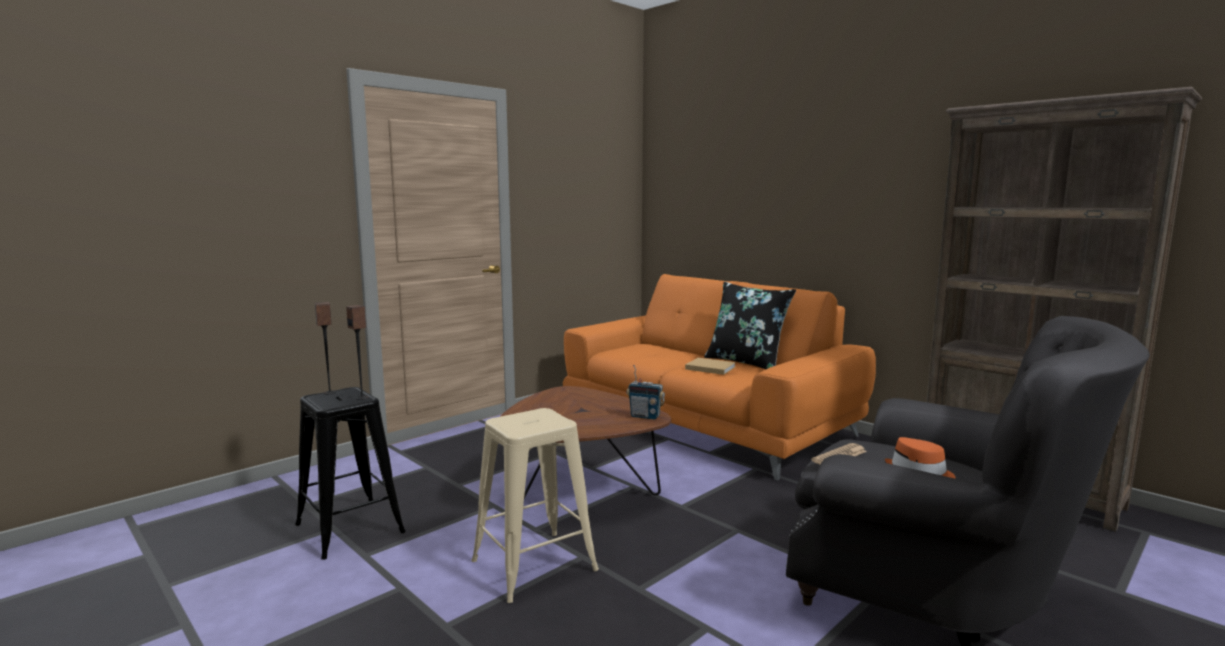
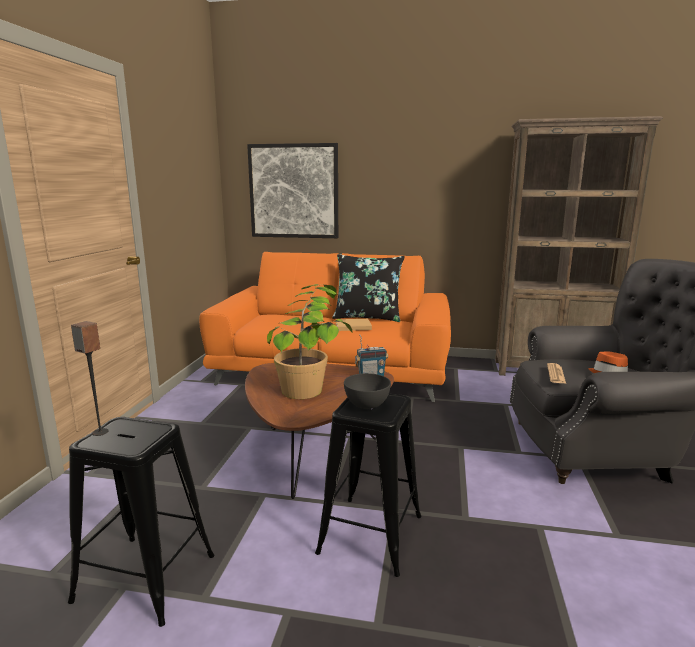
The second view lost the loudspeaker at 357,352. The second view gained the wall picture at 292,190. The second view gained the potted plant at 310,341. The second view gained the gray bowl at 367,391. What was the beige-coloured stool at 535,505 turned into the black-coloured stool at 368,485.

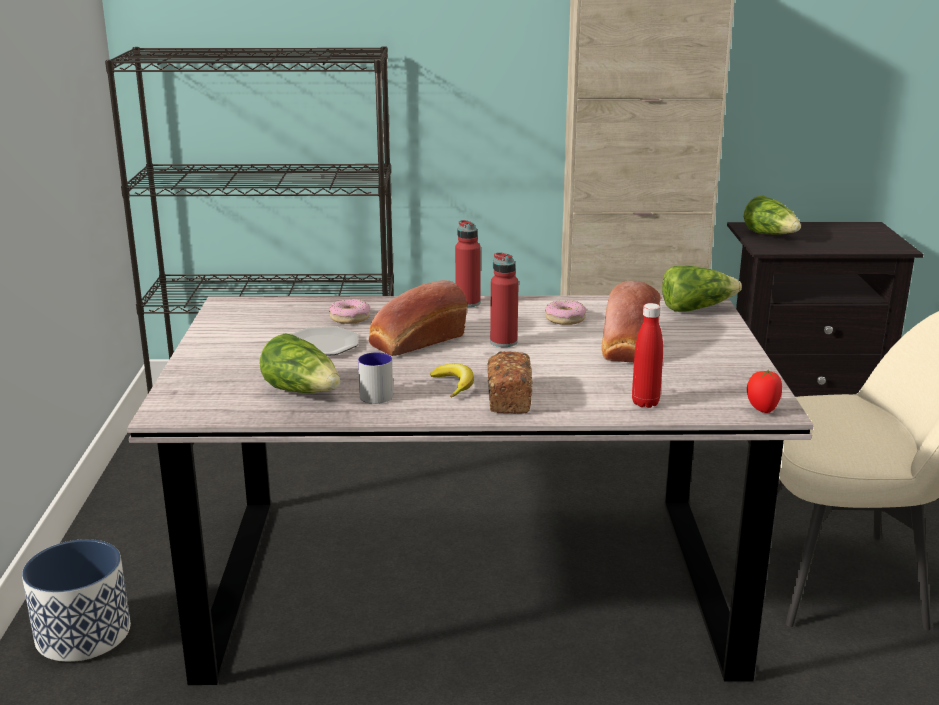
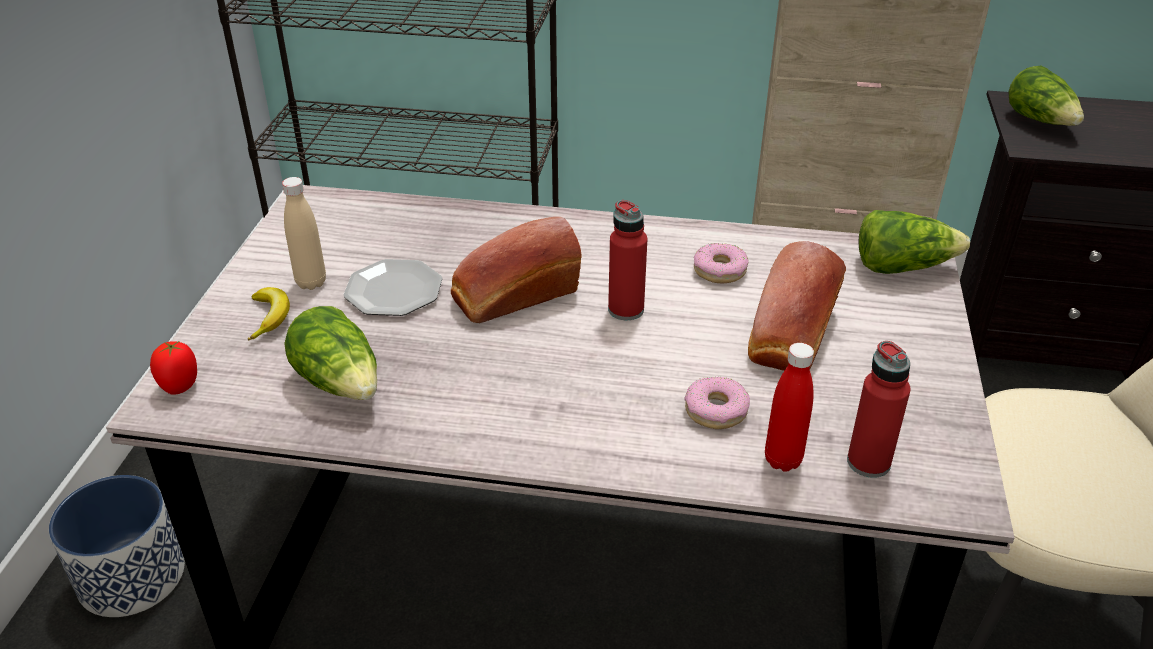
The second view lost the mug at 375,378. The second view lost the bakery bread at 509,382. The second view gained the beige-coloured bottle at 304,233. The donut ended up elsewhere, having gone from 349,311 to 717,403. The banana ended up elsewhere, having gone from 452,381 to 269,313. The red bottle ended up elsewhere, having gone from 468,263 to 879,409. The tomato ended up elsewhere, having gone from 764,391 to 173,367.

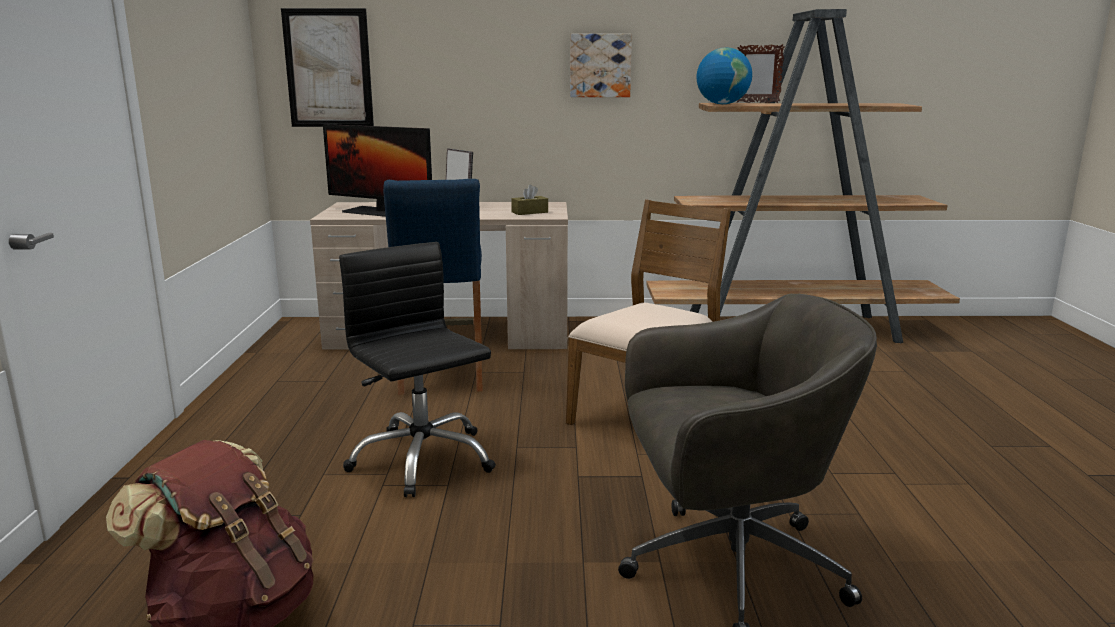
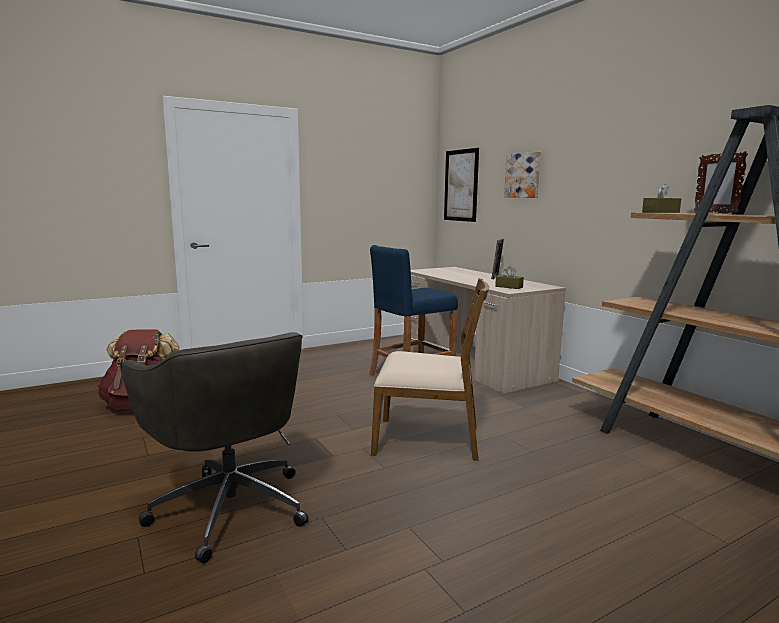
The second view lost the computer display at 377,170. The second view lost the black-coloured computer chair at 417,369. The wall picture ended up elsewhere, having gone from 601,65 to 522,175. Where the globe stood at 724,75, the brown box of tissues came to stand at 661,198.

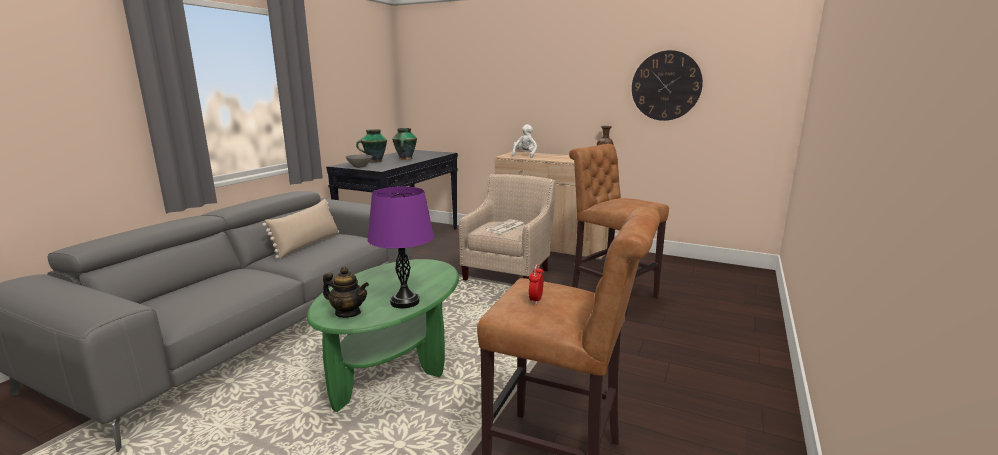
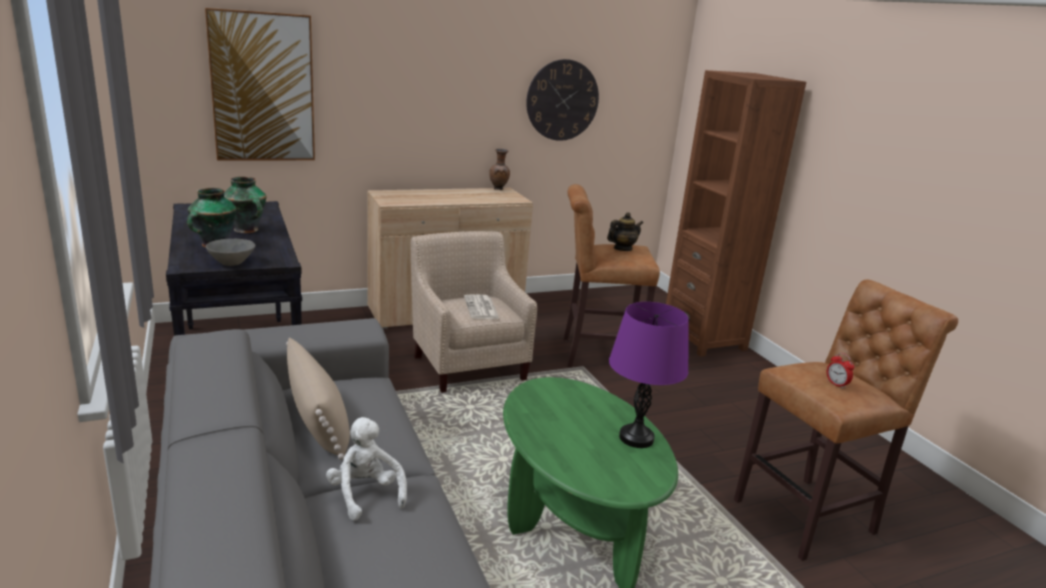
The second view gained the wall picture at 260,84. The second view gained the brown shelving unit at 736,213. The pot for tea ended up elsewhere, having gone from 346,292 to 625,231. The white-coloured cuddly toy ended up elsewhere, having gone from 524,141 to 366,469.

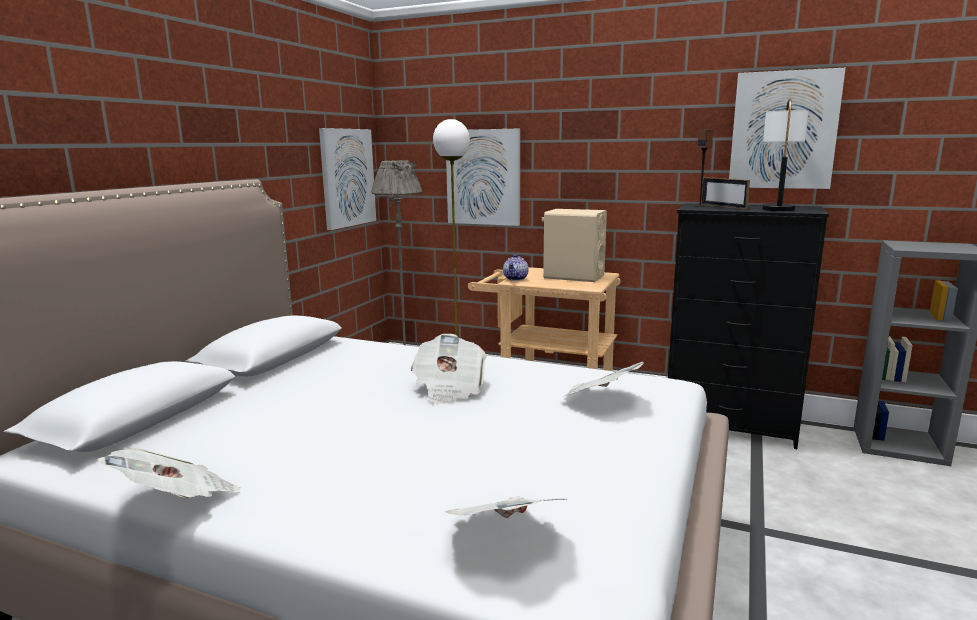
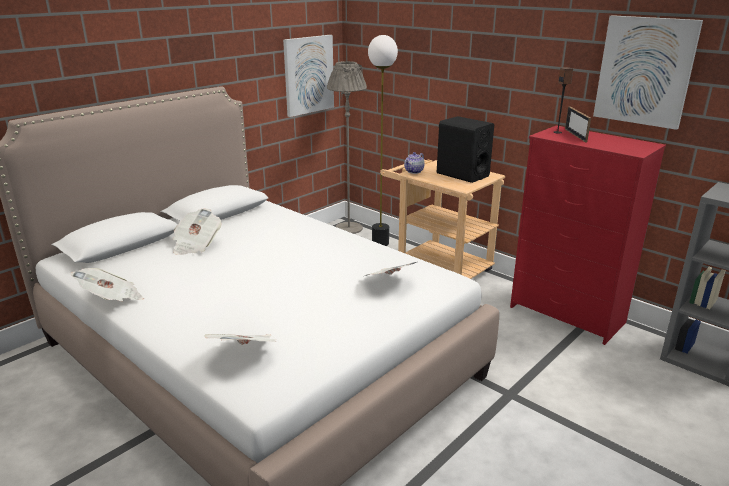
The second view lost the wall picture at 483,177. The second view lost the lamp for a table at 785,155. The printed paper ended up elsewhere, having gone from 449,369 to 197,232. What was the beige-coloured loudspeaker at 574,245 turned into the black-coloured loudspeaker at 465,149. What was the black-coloured chest of drawers at 748,326 turned into the red chest of drawers at 588,235.

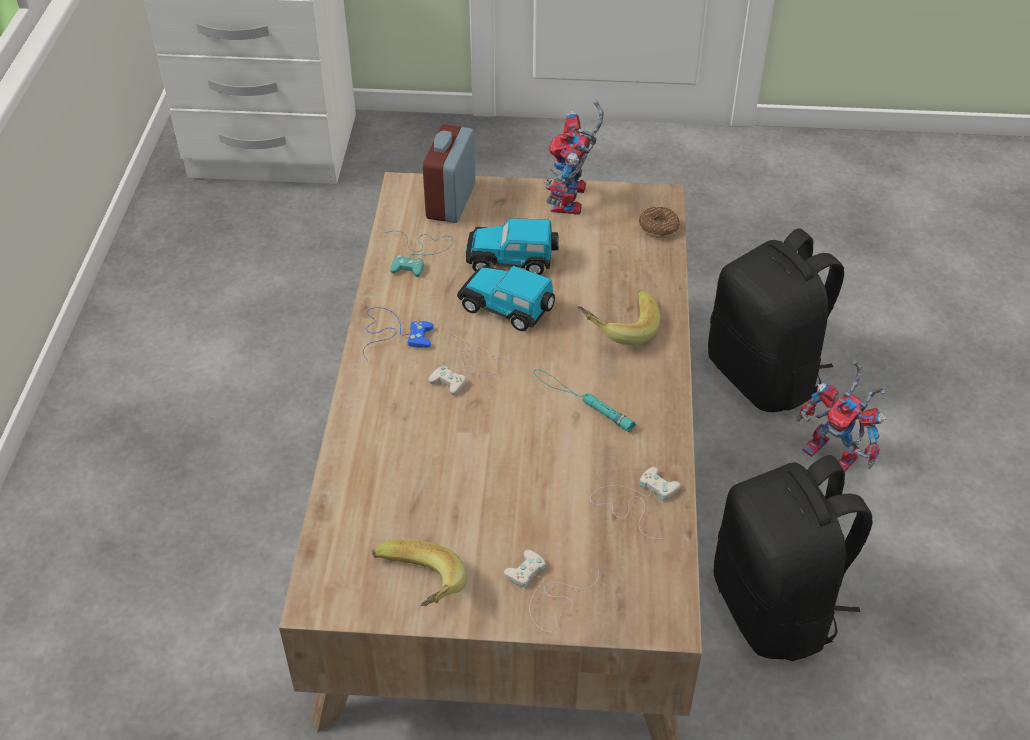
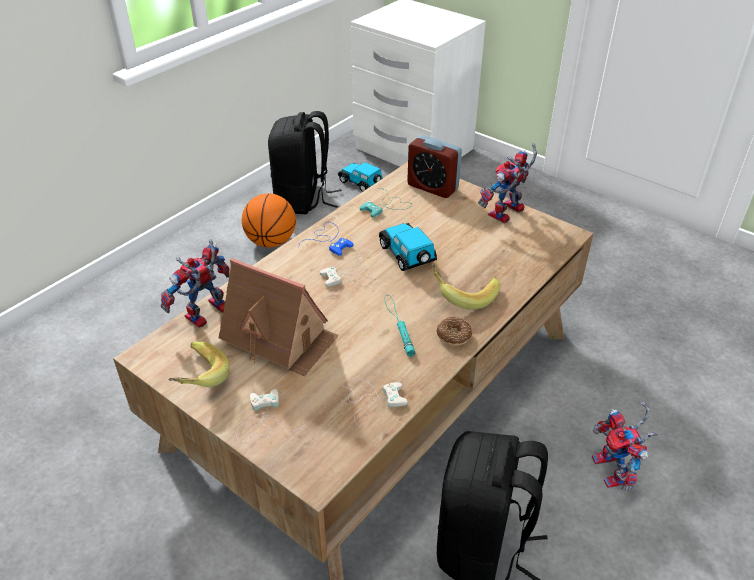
The second view gained the robot figure at 195,283. The second view gained the model house at 279,317. The second view gained the basketball at 269,220. The miniature car ended up elsewhere, having gone from 512,246 to 360,177. The donut ended up elsewhere, having gone from 659,222 to 454,331. The black-coloured rucksack ended up elsewhere, having gone from 776,320 to 305,162. The alarm clock at 449,173 ended up facing another way, 105 degrees counterclockwise from before.

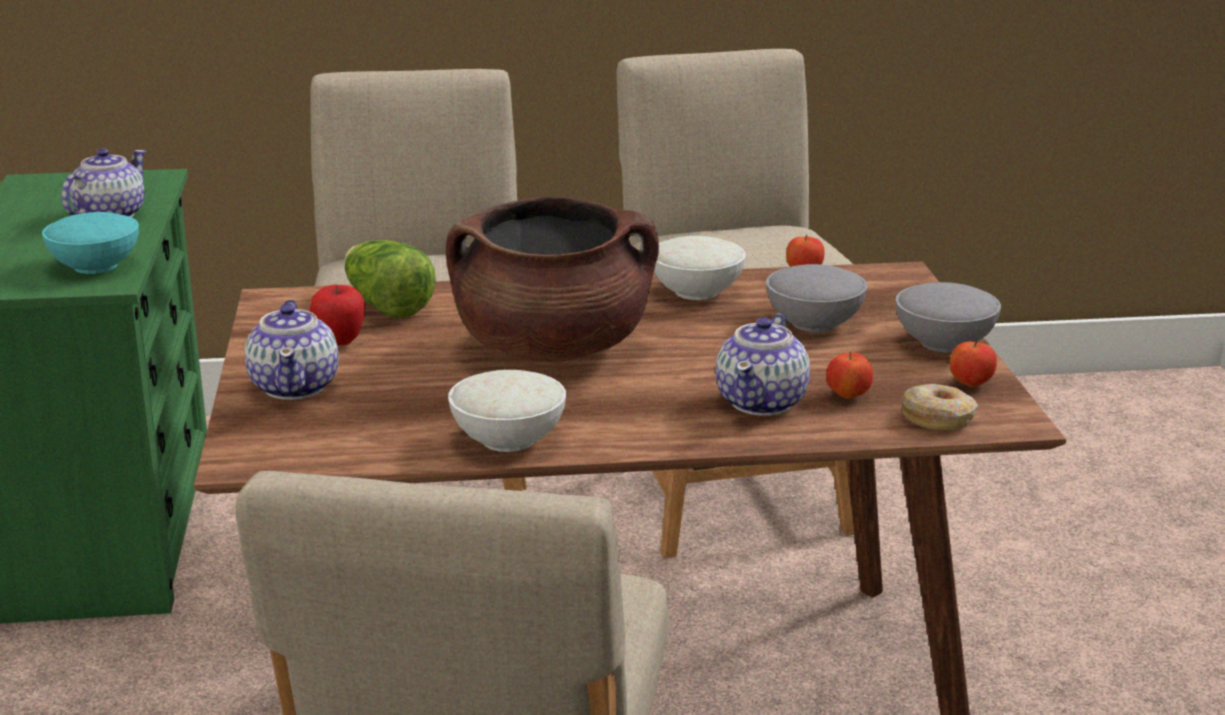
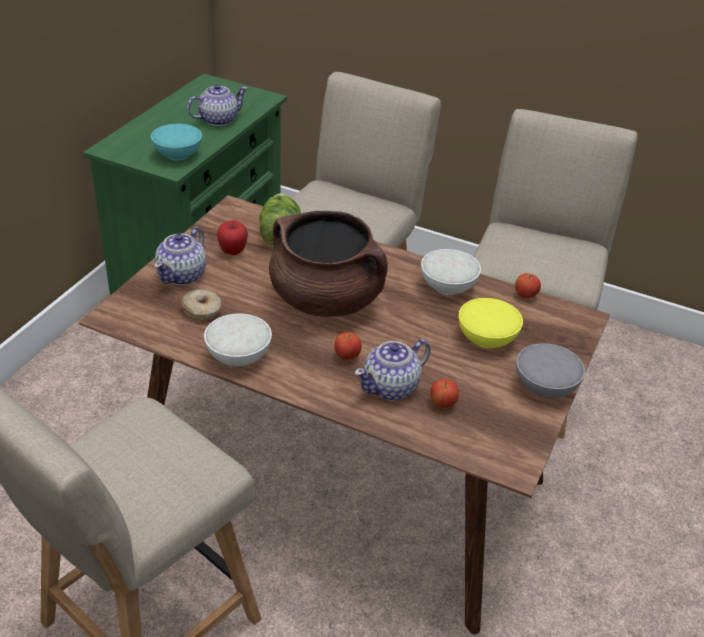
The donut ended up elsewhere, having gone from 940,407 to 201,304. The apple ended up elsewhere, having gone from 973,364 to 348,346. What was the gray bowl at 816,298 turned into the yellowish bowl at 491,323.

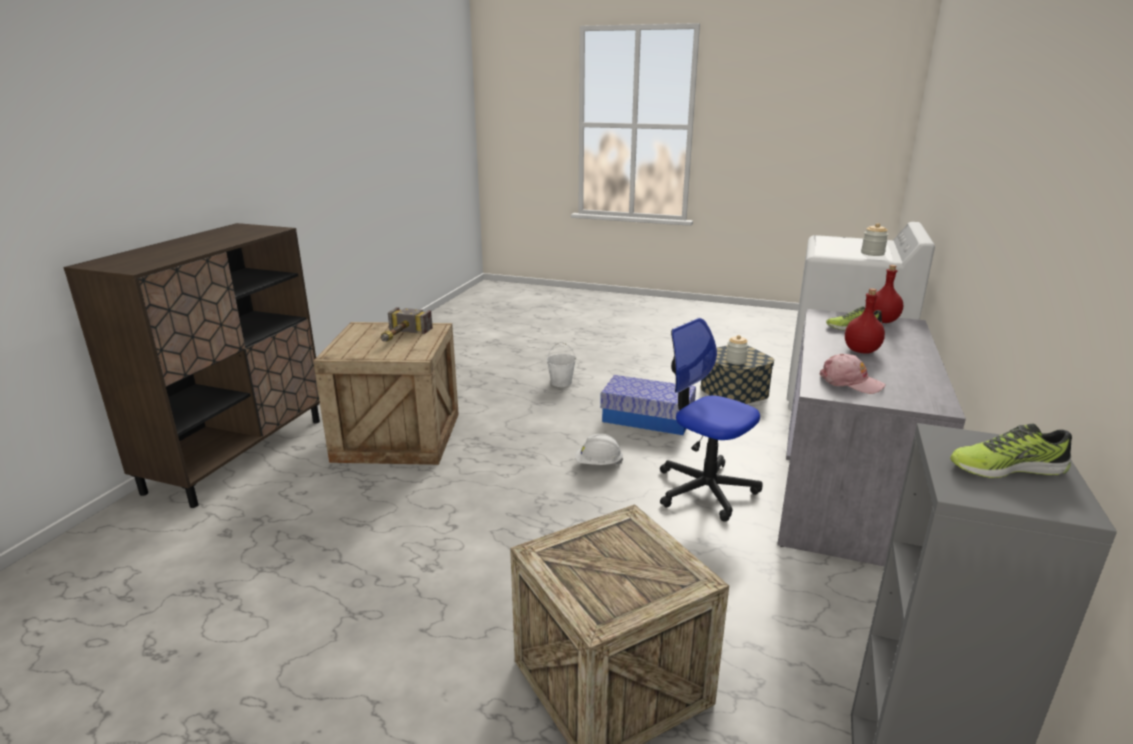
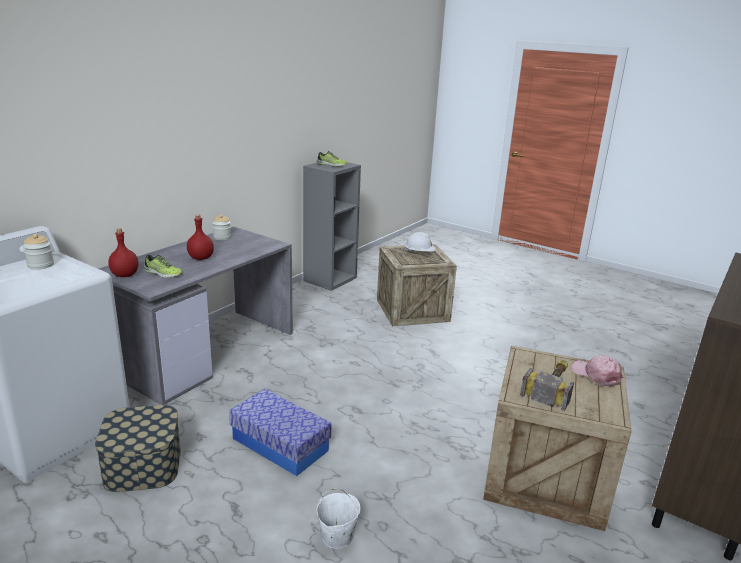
The second view lost the computer chair at 711,420. The white-coloured work helmet ended up elsewhere, having gone from 599,449 to 420,242. The preserve jar ended up elsewhere, having gone from 737,350 to 221,227. The pink cap ended up elsewhere, having gone from 853,374 to 597,371.

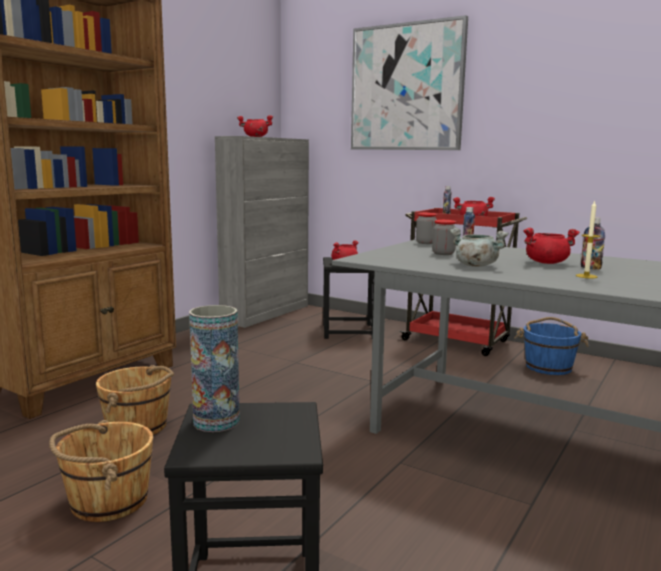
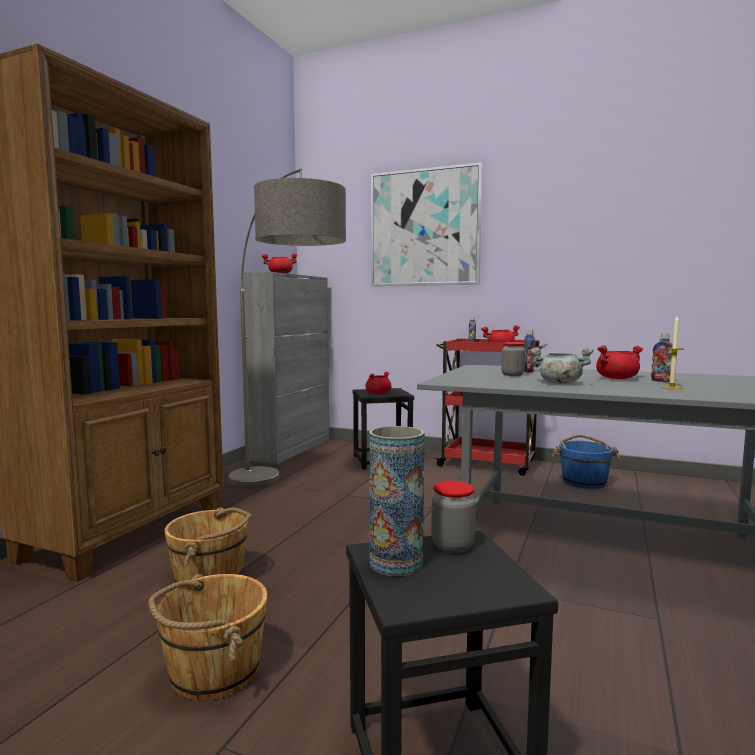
The second view gained the standing lamp at 287,328. The preserve jar ended up elsewhere, having gone from 426,228 to 453,517.

